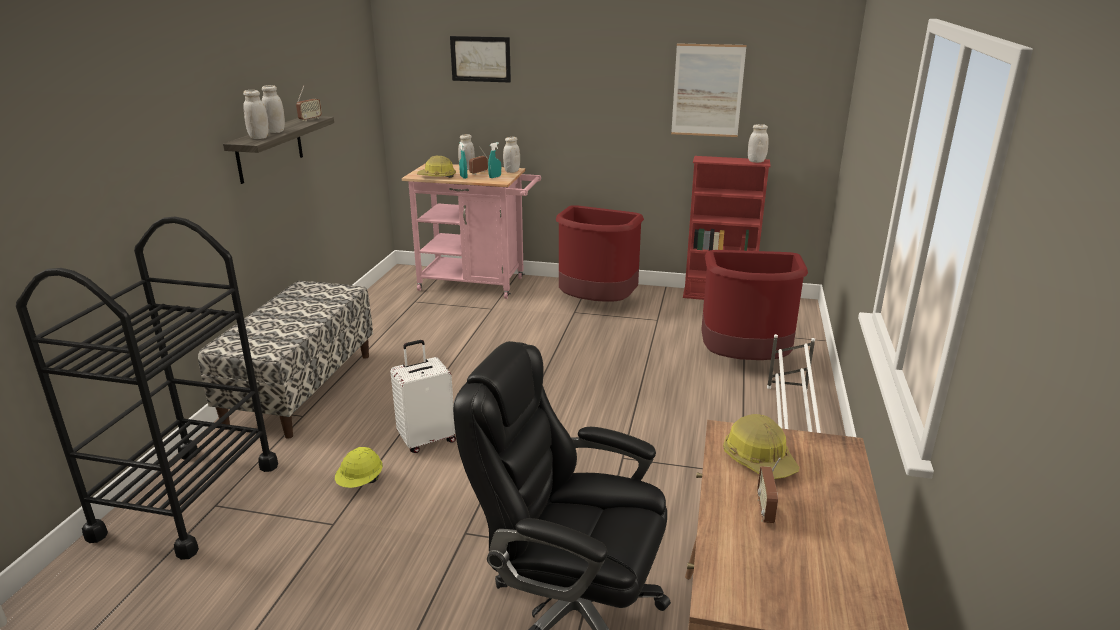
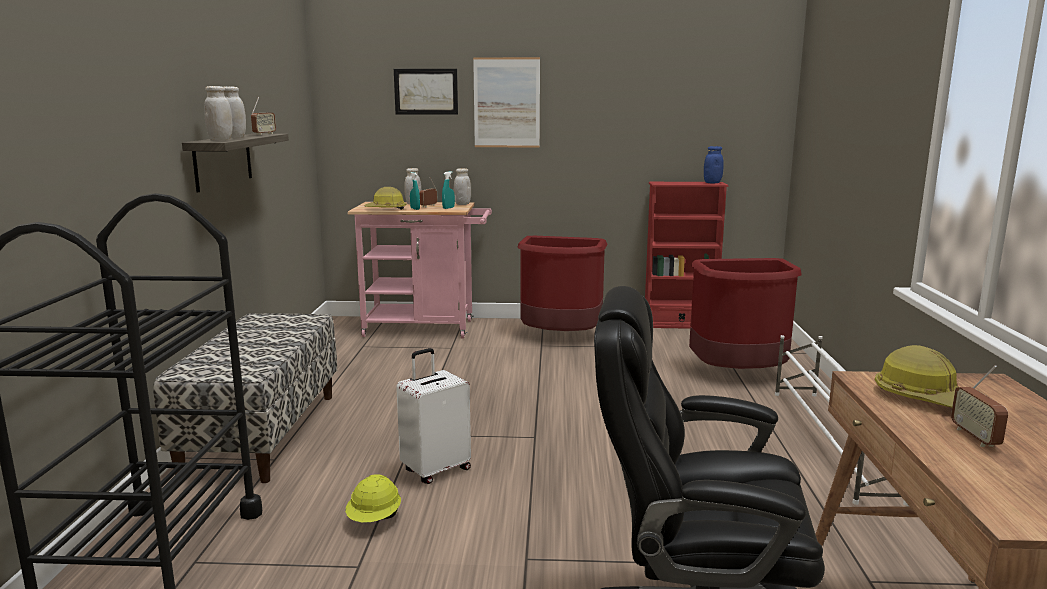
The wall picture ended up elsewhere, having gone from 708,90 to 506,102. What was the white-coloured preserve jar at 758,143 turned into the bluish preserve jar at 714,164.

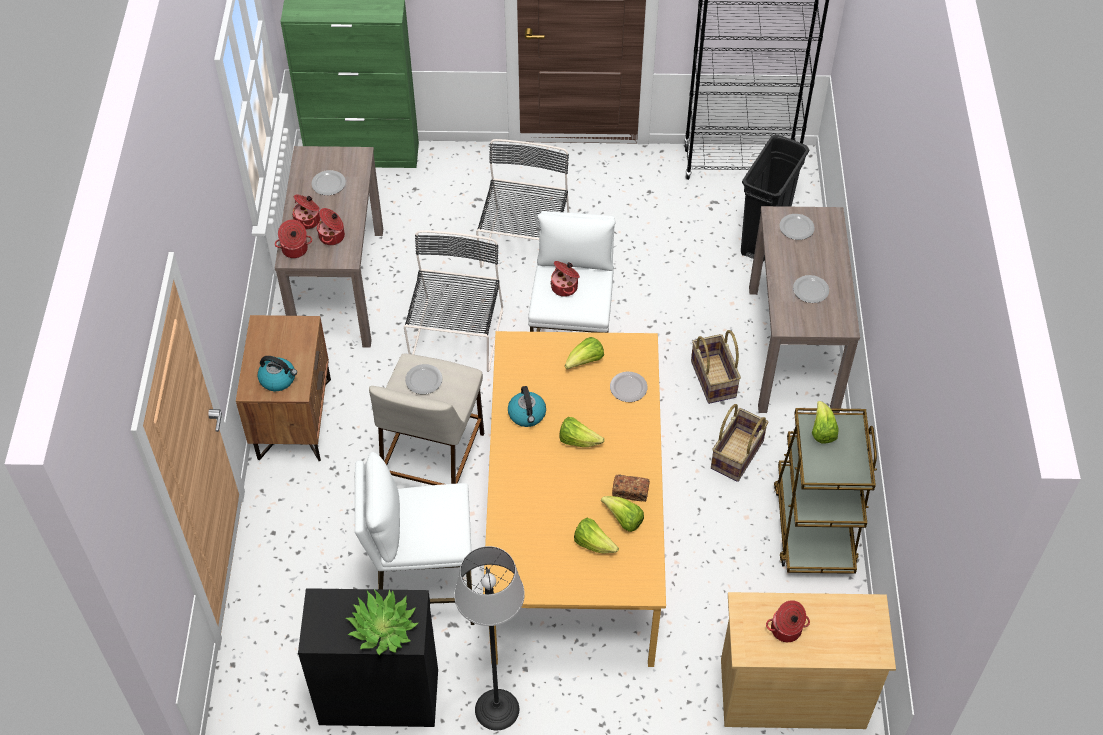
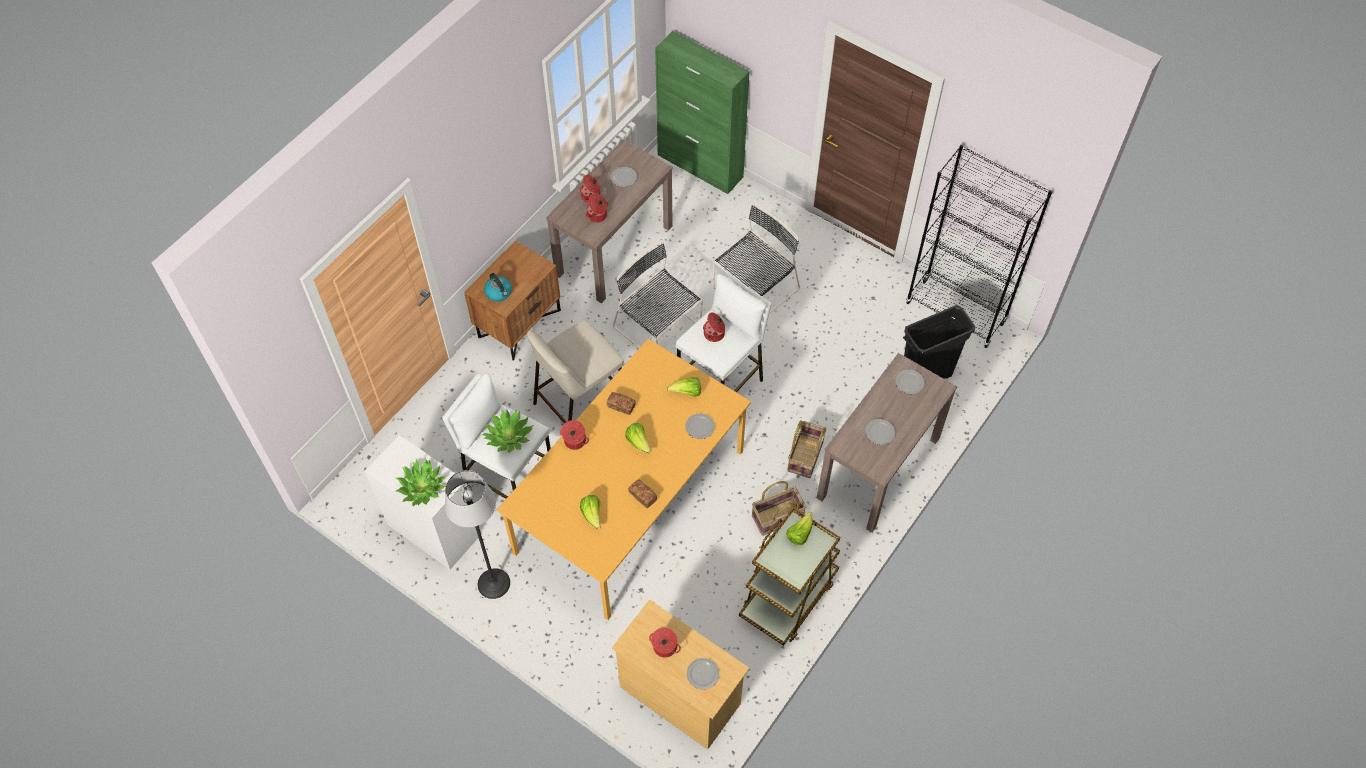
The second view lost the head of lettuce at 622,514. The second view gained the potted plant at 507,431. The cooking pot ended up elsewhere, having gone from 293,239 to 574,435. The dinner plate ended up elsewhere, having gone from 424,379 to 703,674. Where the kettle stood at 527,406, the bakery bread came to stand at 621,403. What was the black-coloured cupboard at 368,657 turned into the white-coloured cupboard at 421,502. The black-coloured upright chair at 453,301 ended up facing another way, 90 degrees counterclockwise from before.

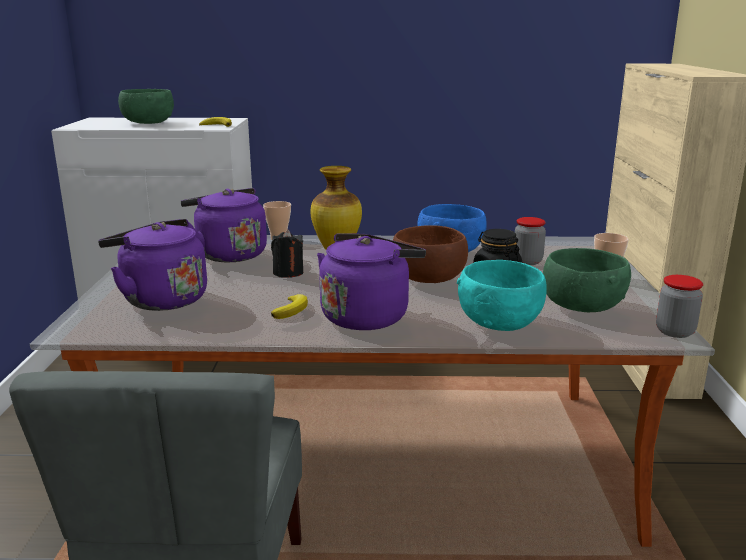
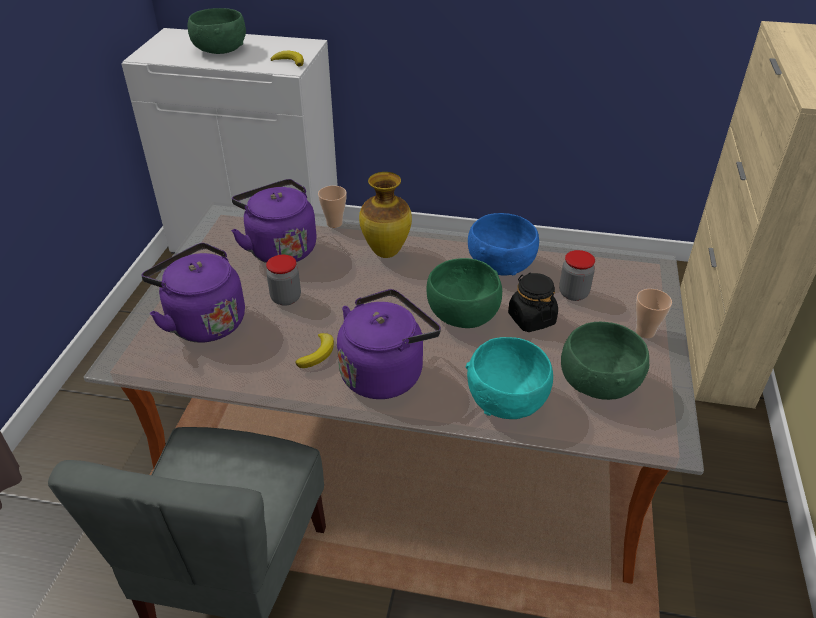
The second view lost the black-coloured wax candle at 287,254. The preserve jar ended up elsewhere, having gone from 679,306 to 283,280. What was the brown bowl at 430,254 turned into the greenish bowl at 464,293.

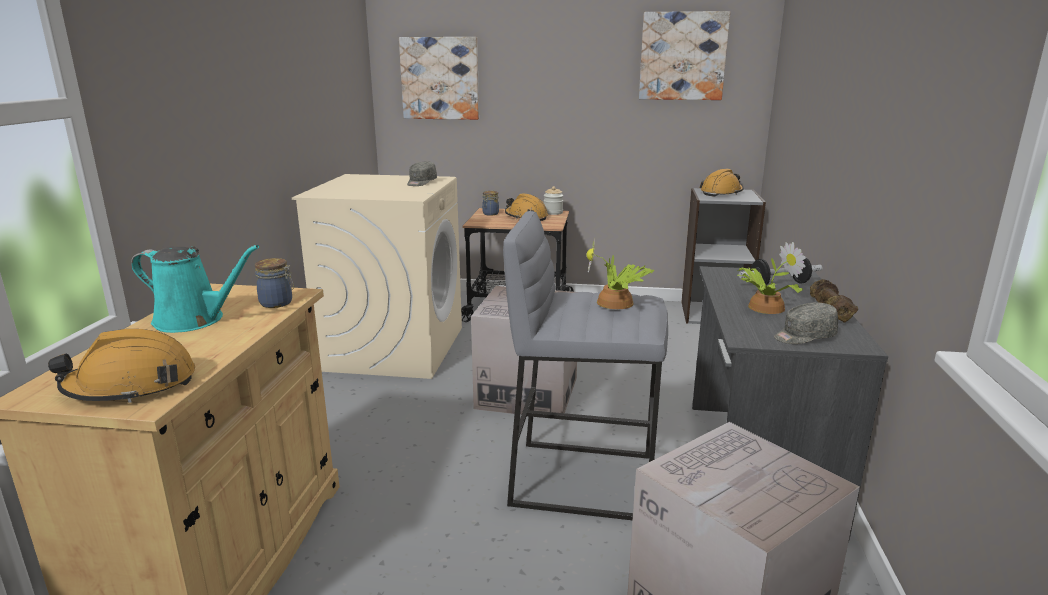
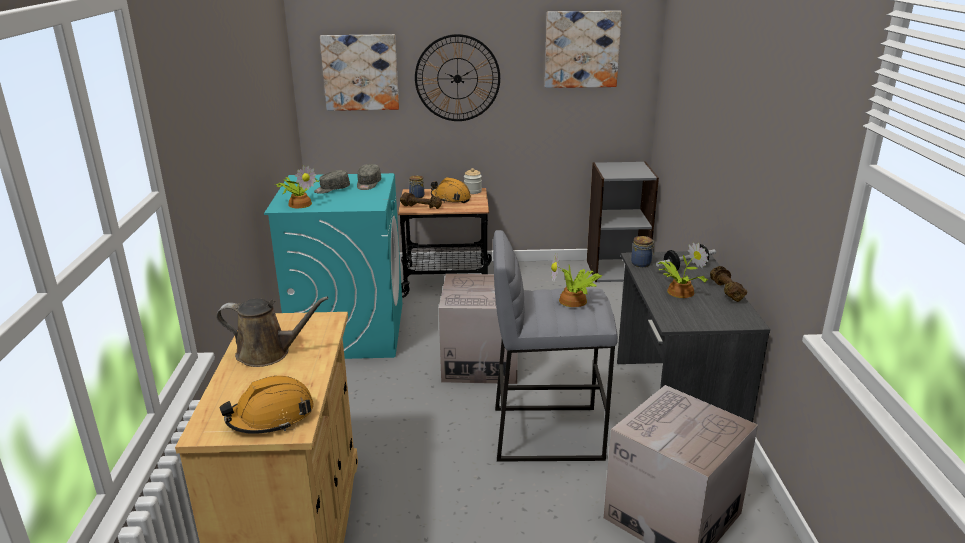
The second view lost the orange-coloured work helmet at 721,183. The second view gained the potted plant at 297,186. The second view gained the brown hand weight at 421,200. The second view gained the clock on the wall at 457,77. The preserve jar ended up elsewhere, having gone from 274,283 to 643,251. The gray cap ended up elsewhere, having gone from 806,323 to 332,182. What was the blue-green sprinkling can at 195,289 turned into the brown sprinkling can at 272,331. What was the beige-coloured laundry appliance at 377,276 turned into the blue-green laundry appliance at 333,266.

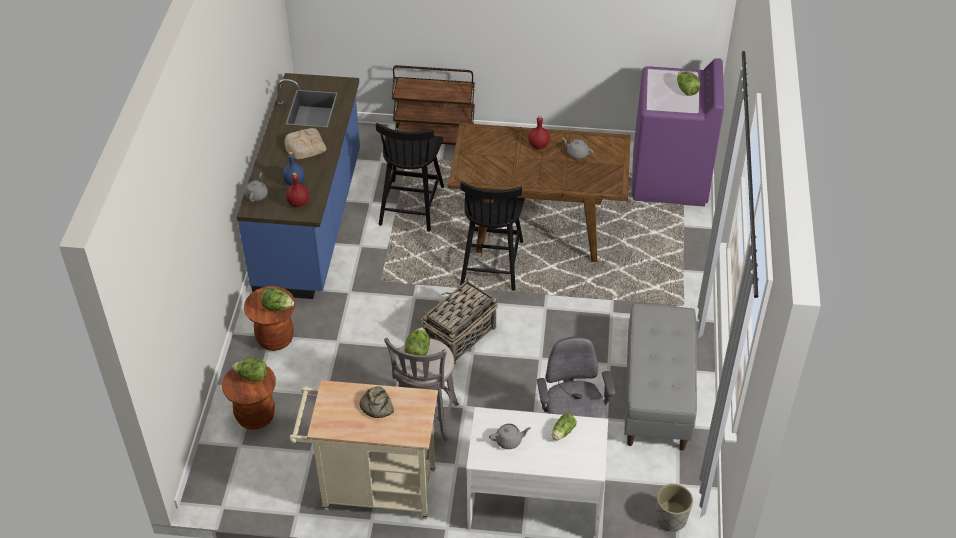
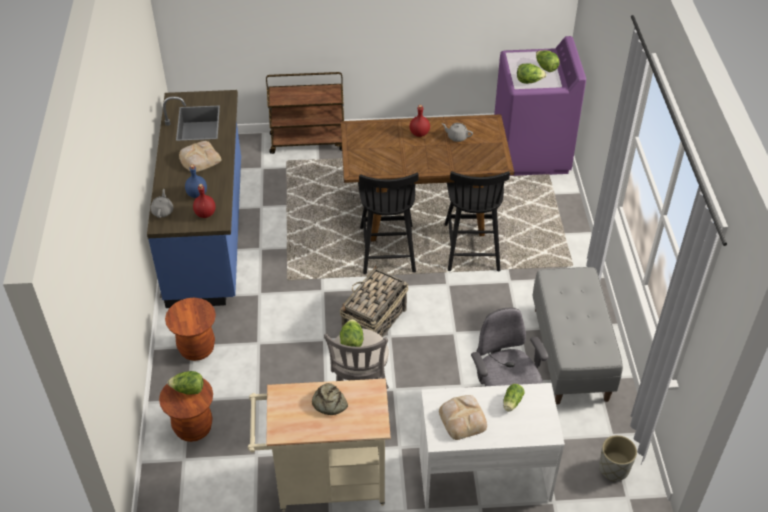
The head of lettuce ended up elsewhere, having gone from 277,299 to 532,73. The black-coloured upright chair ended up elsewhere, having gone from 410,177 to 477,221. Where the gray pot for tea stood at 510,436, the bakery bread came to stand at 463,417.

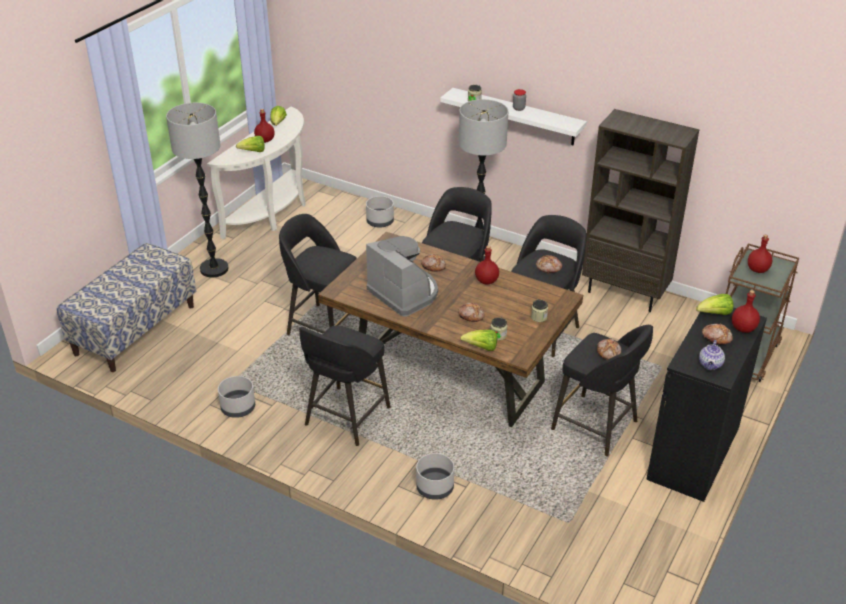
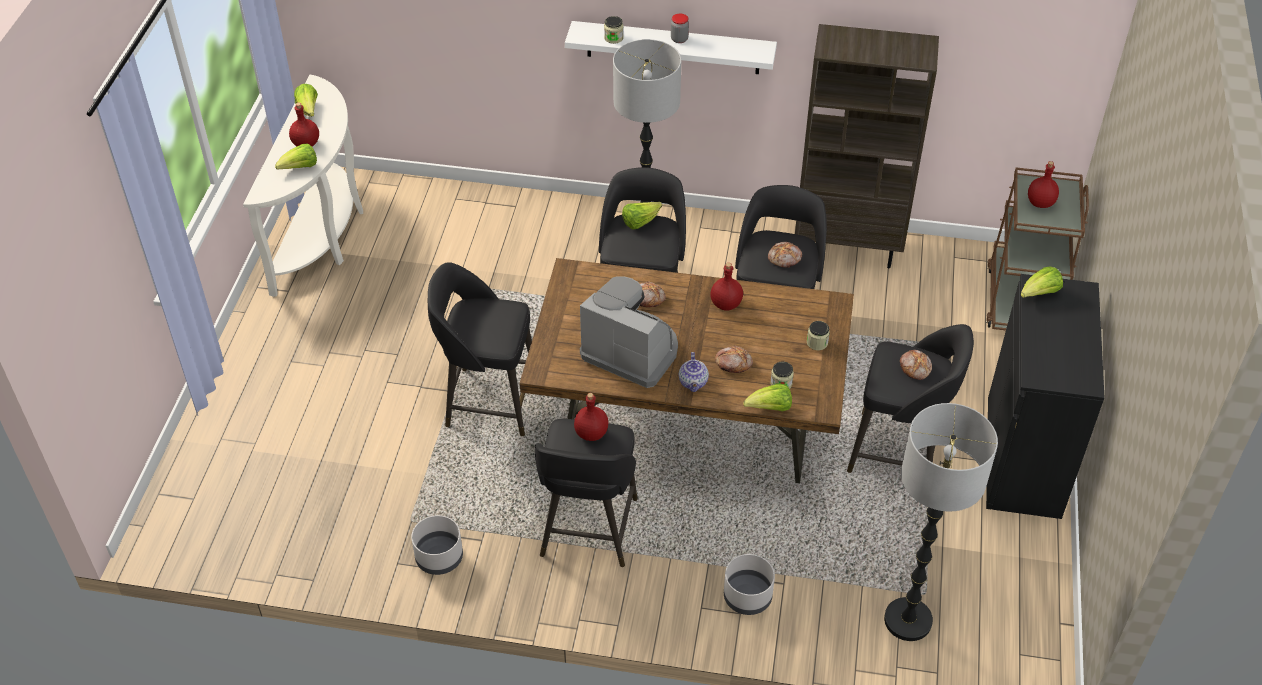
The second view lost the long seat at 126,307. The second view lost the gray plant pot at 380,211. The second view lost the bakery bread at 717,334. The second view gained the head of lettuce at 642,216. The standing lamp ended up elsewhere, having gone from 197,190 to 941,522. The pot for tea ended up elsewhere, having gone from 712,355 to 694,372. The red bottle ended up elsewhere, having gone from 746,311 to 591,417.

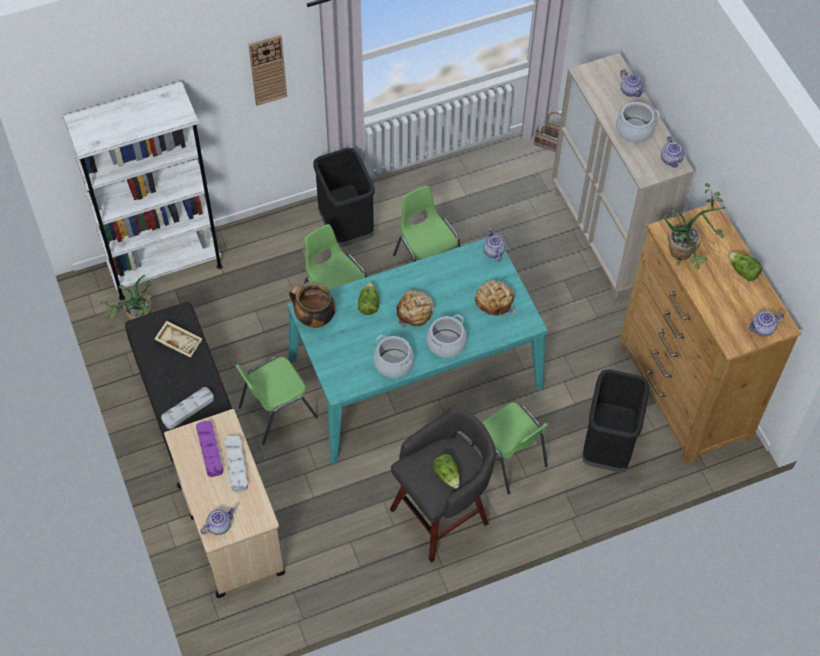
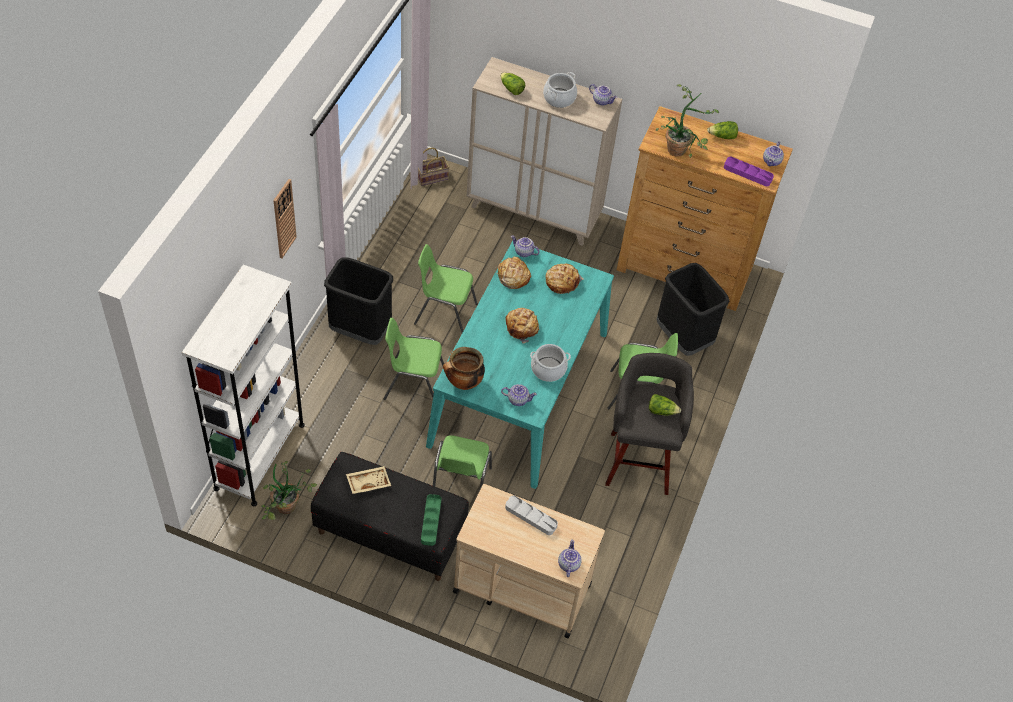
The second view lost the cooking pot at 447,336. The second view gained the bakery bread at 513,273. The purplish carrying tray ended up elsewhere, having gone from 209,449 to 749,171. The head of lettuce ended up elsewhere, having gone from 368,298 to 512,84. The pot for tea ended up elsewhere, having gone from 632,83 to 519,395. What was the gray carrying tray at 187,408 turned into the greenish carrying tray at 431,520.

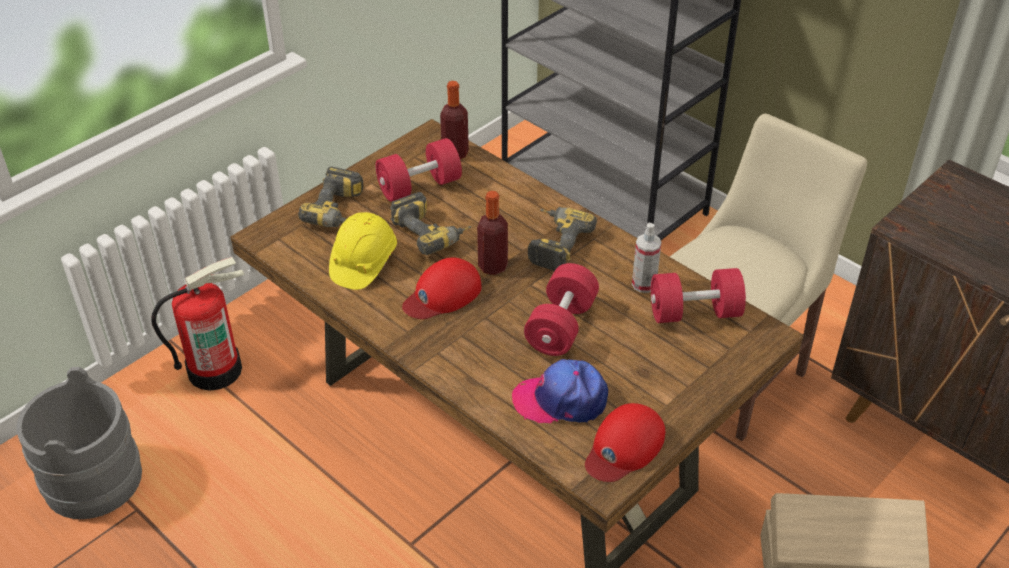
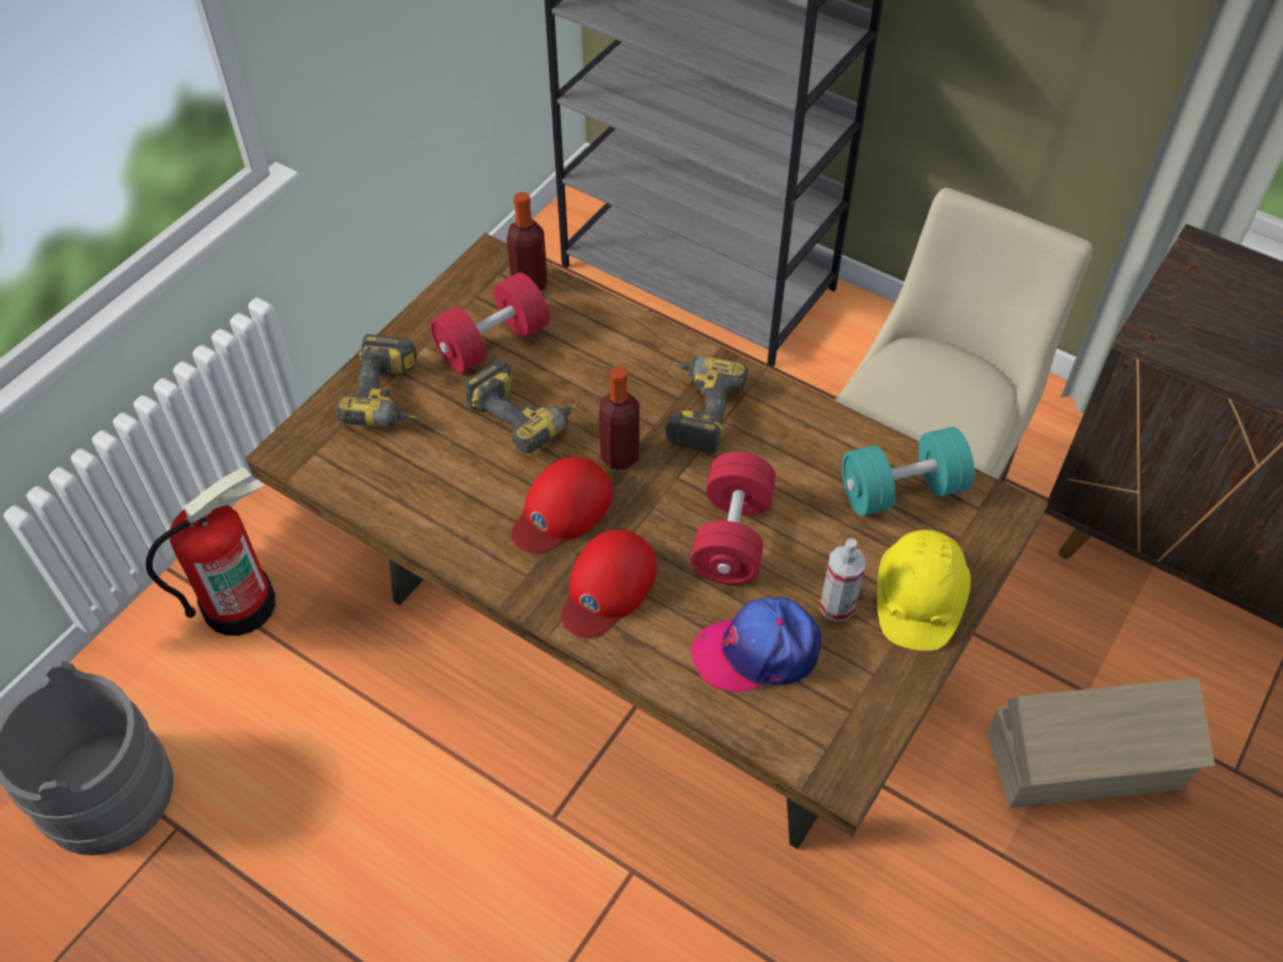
The yellowish work helmet ended up elsewhere, having gone from 363,251 to 924,590. The red cap ended up elsewhere, having gone from 625,442 to 609,584. The hand sprayer ended up elsewhere, having gone from 647,258 to 843,580. What was the red hand weight at 698,295 turned into the blue-green hand weight at 908,471.

